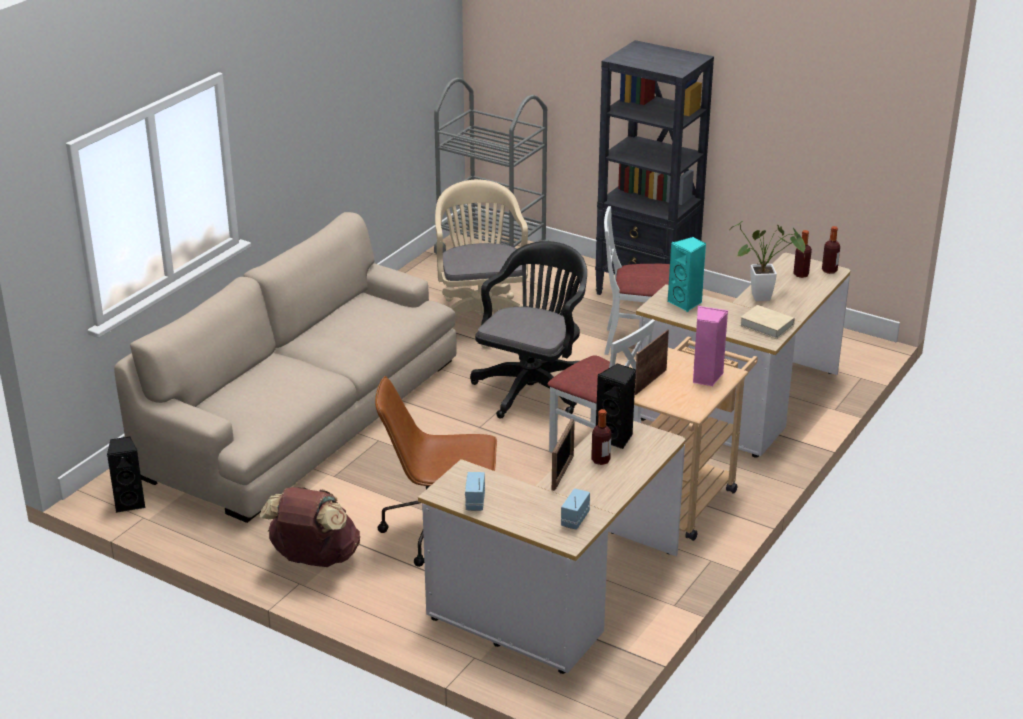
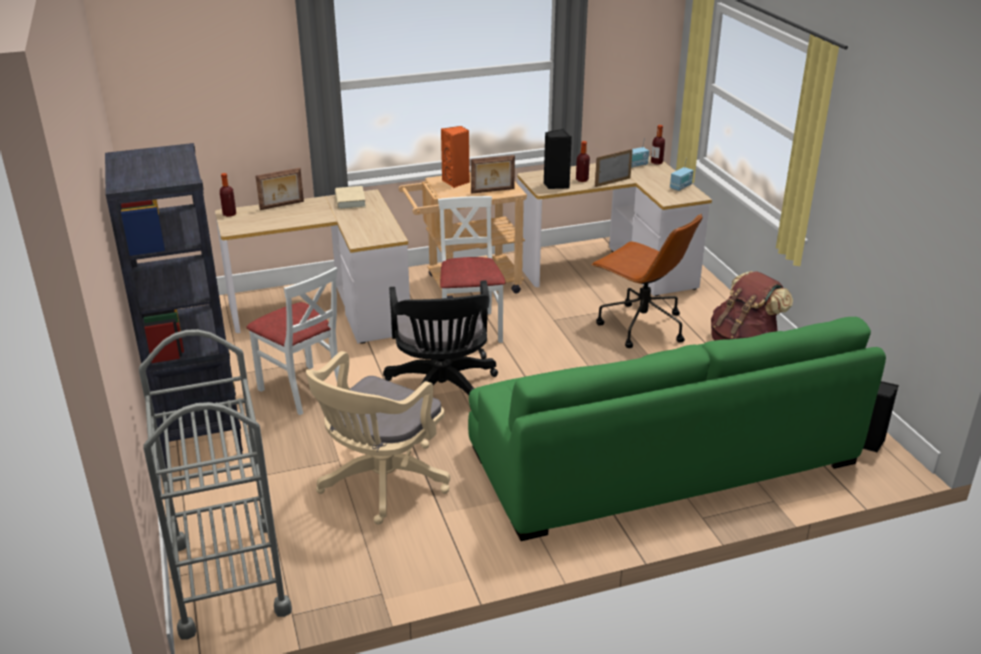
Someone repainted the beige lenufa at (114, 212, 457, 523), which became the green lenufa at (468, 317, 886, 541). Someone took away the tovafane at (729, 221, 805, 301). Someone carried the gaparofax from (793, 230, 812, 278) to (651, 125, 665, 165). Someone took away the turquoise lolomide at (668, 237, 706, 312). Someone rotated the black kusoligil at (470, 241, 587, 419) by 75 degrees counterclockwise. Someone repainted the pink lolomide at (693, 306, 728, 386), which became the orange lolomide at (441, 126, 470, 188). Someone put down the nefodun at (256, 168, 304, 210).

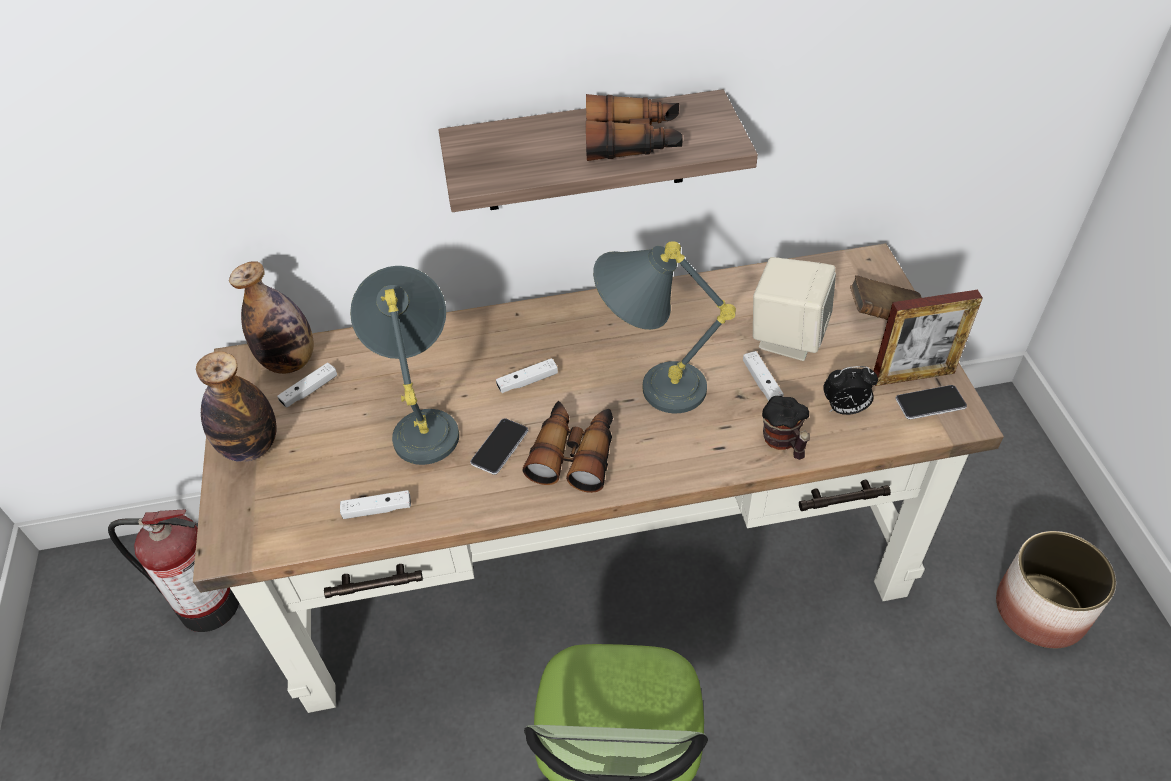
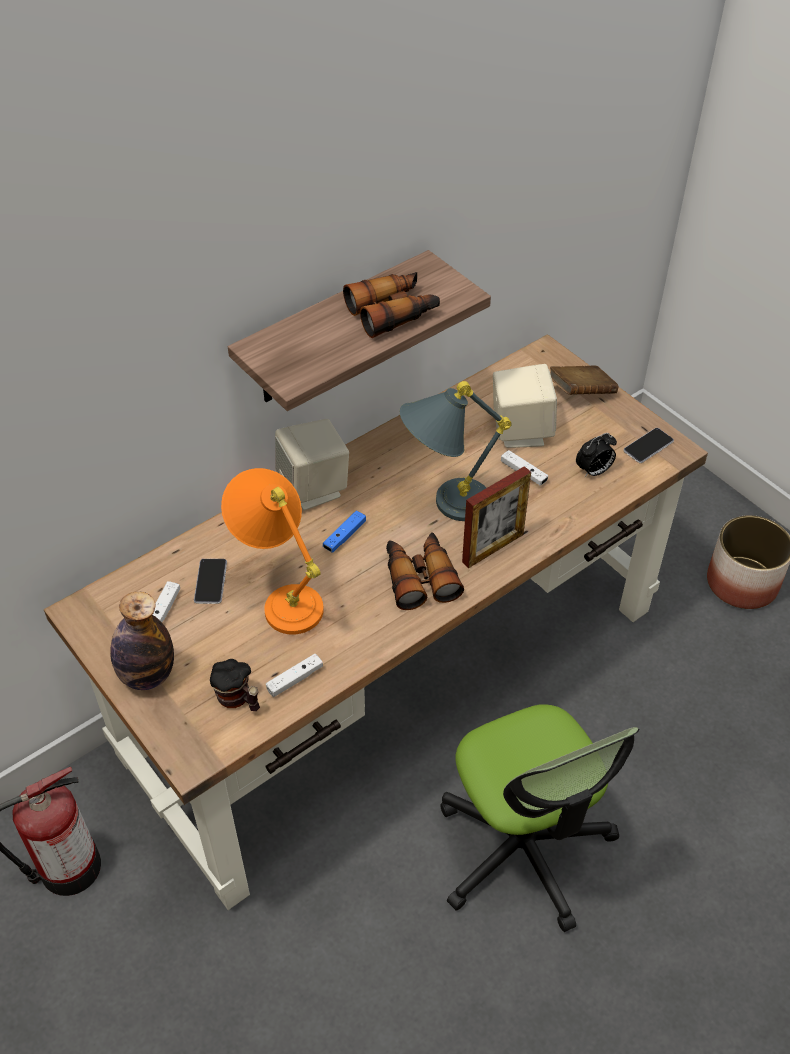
Someone took away the gaparofax at (229, 261, 314, 374). Someone repainted the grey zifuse at (350, 266, 459, 465), which became the orange zifuse at (221, 468, 324, 635). Someone carried the nefodun from (874, 290, 983, 386) to (462, 466, 531, 568). Someone repainted the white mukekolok at (496, 358, 558, 393), which became the blue mukekolok at (323, 511, 366, 552). Someone carried the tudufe from (762, 396, 810, 460) to (210, 659, 260, 711). Someone carried the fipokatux from (470, 418, 528, 475) to (194, 559, 227, 604). Someone put down the beige lolomide at (275, 419, 349, 510).

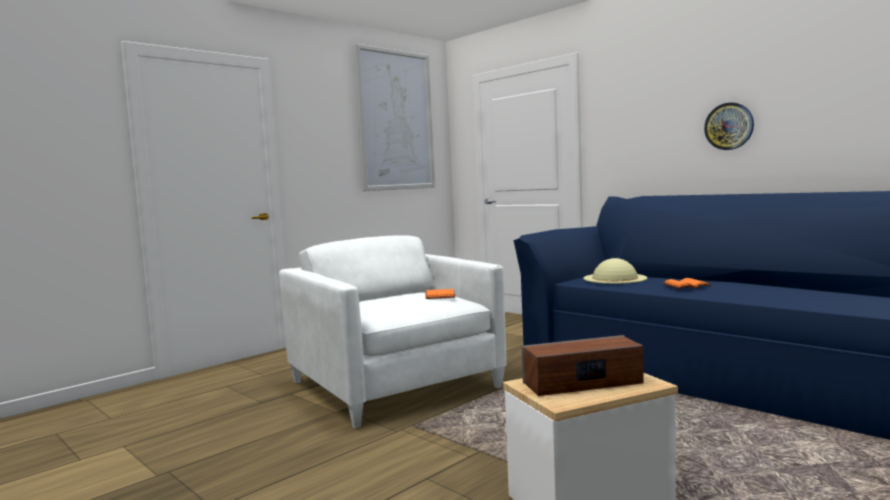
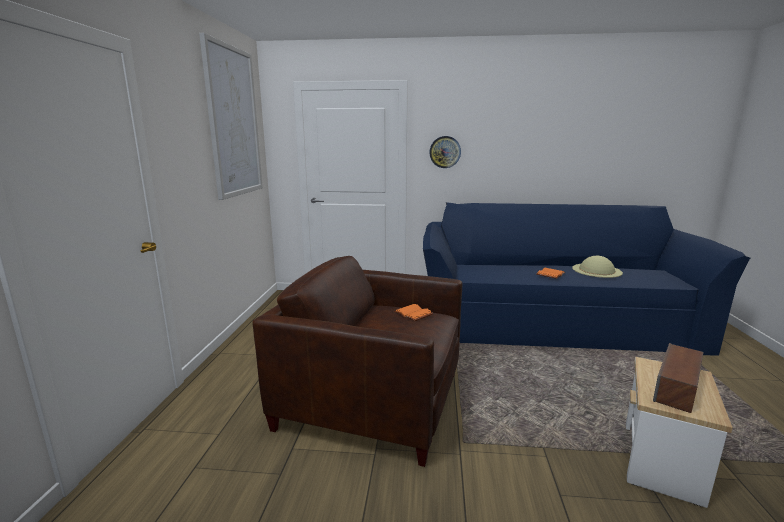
Someone carried the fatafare from (704, 102, 754, 150) to (429, 136, 461, 168). Someone repainted the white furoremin at (279, 235, 507, 428), which became the brown furoremin at (252, 256, 462, 467). Someone carried the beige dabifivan from (583, 258, 648, 284) to (572, 256, 623, 278).

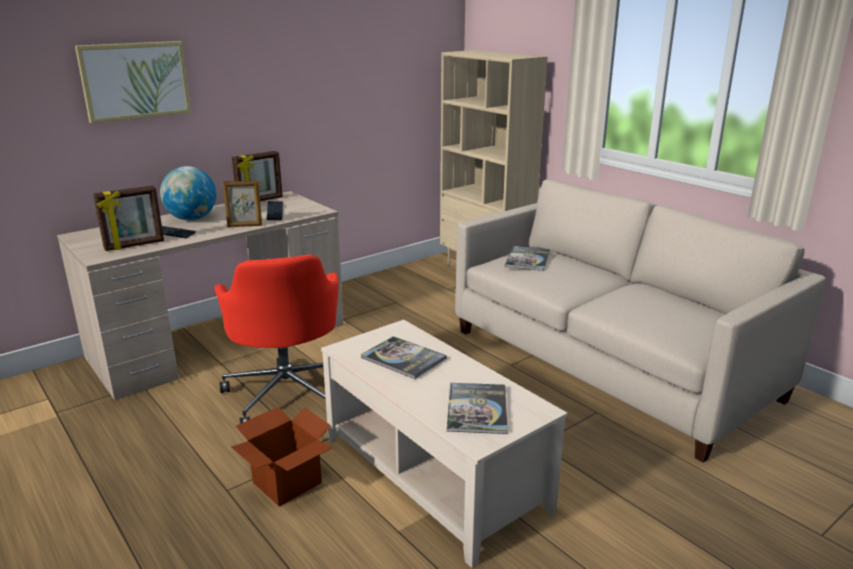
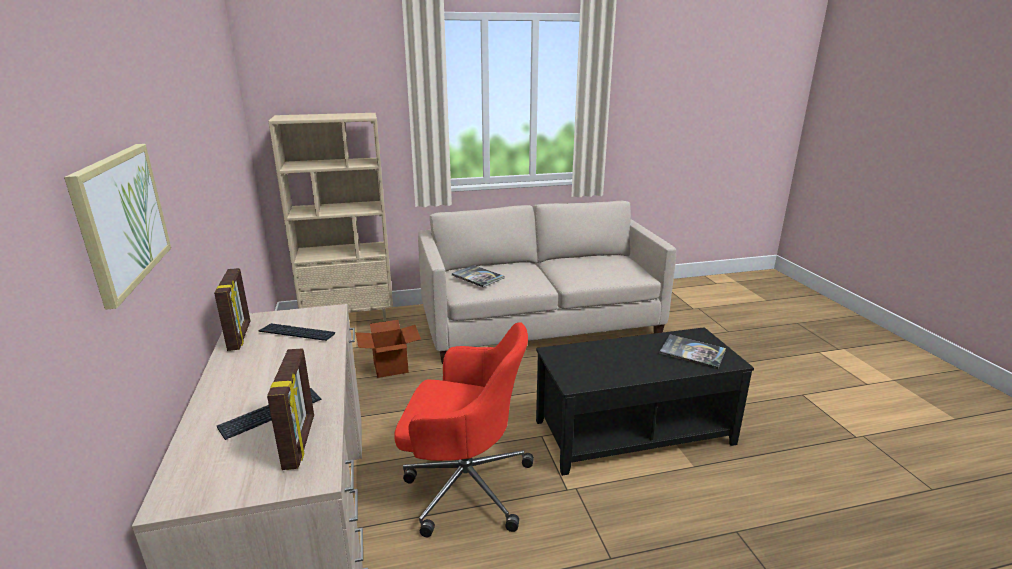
Someone took away the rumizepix at (160, 166, 217, 220). Someone took away the nefodun at (223, 180, 262, 227). Someone repainted the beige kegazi at (321, 320, 568, 568), which became the black kegazi at (536, 327, 754, 476). Someone took away the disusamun at (361, 336, 447, 379). Someone carried the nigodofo from (231, 407, 332, 507) to (356, 320, 421, 378).

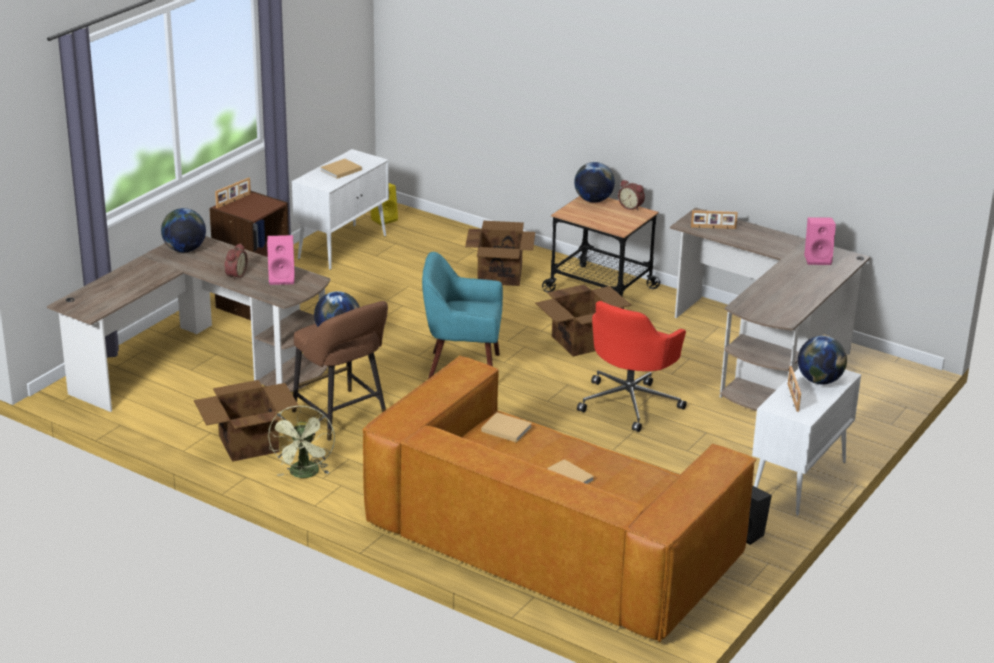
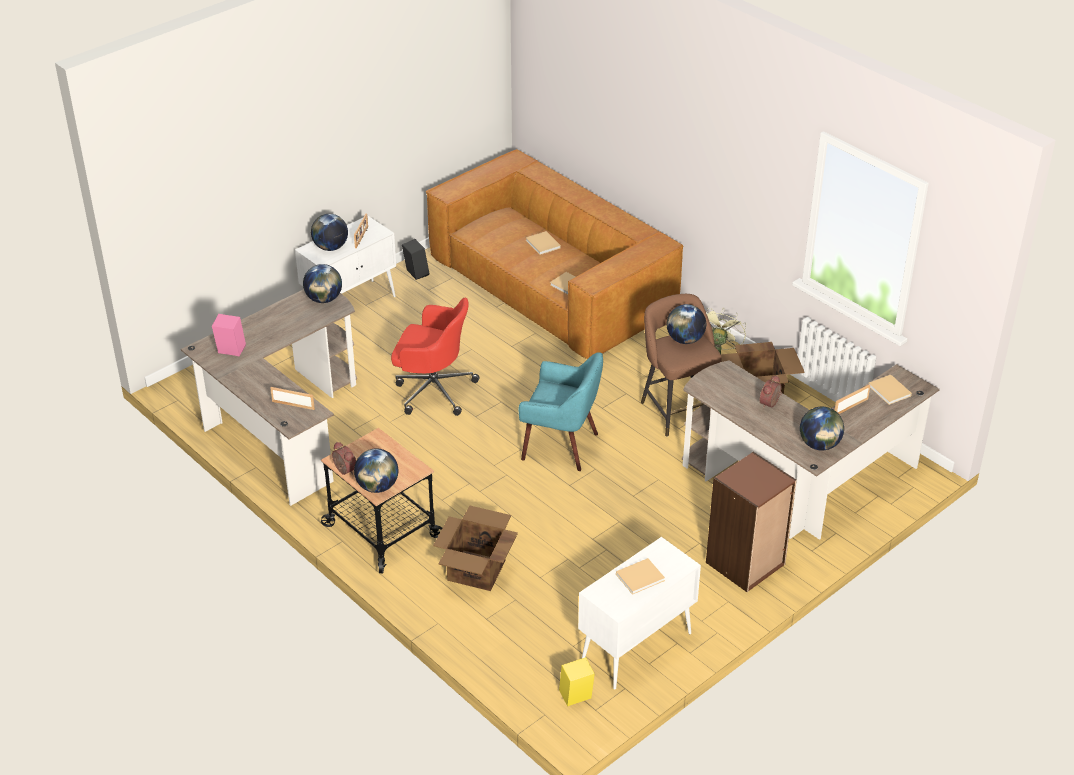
Someone carried the nefodun from (215, 178, 251, 208) to (835, 385, 870, 414). Someone took away the pink lolomide at (267, 235, 295, 285). Someone took away the nigodofo at (535, 284, 631, 357). Someone rotated the red kusoligil at (577, 301, 687, 432) by 60 degrees clockwise. Someone put down the rumizepix at (303, 264, 342, 303). Someone put down the beige disusamun at (869, 375, 912, 405).

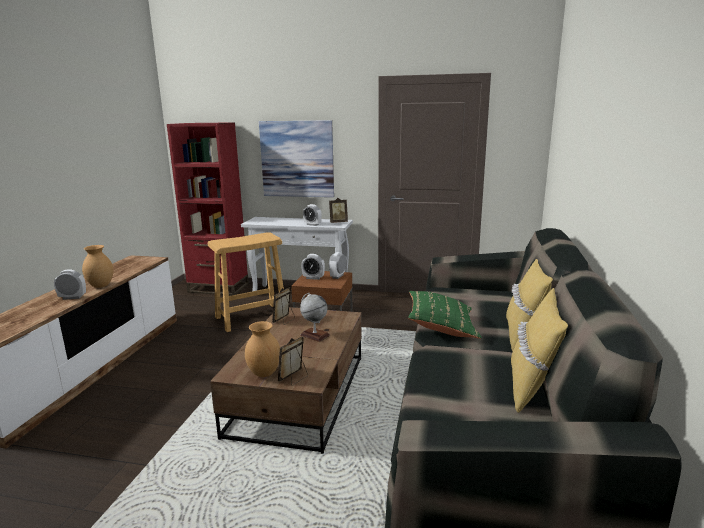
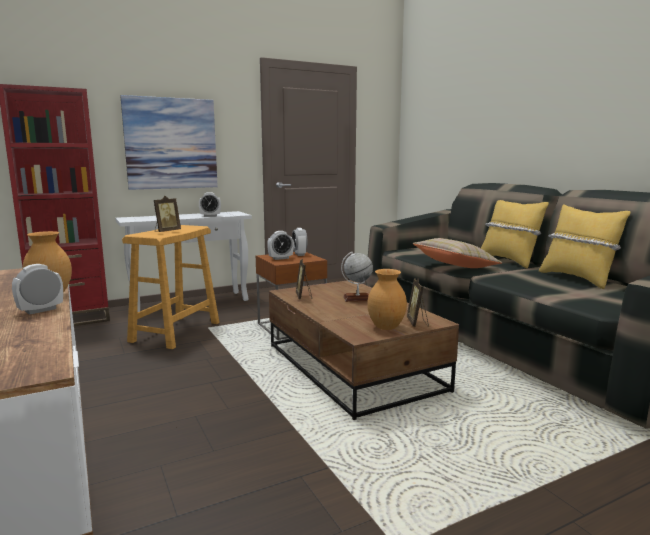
Someone carried the nefodun from (329, 198, 348, 223) to (154, 196, 181, 232). Someone repainted the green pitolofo at (408, 291, 481, 339), which became the beige pitolofo at (413, 238, 502, 268).

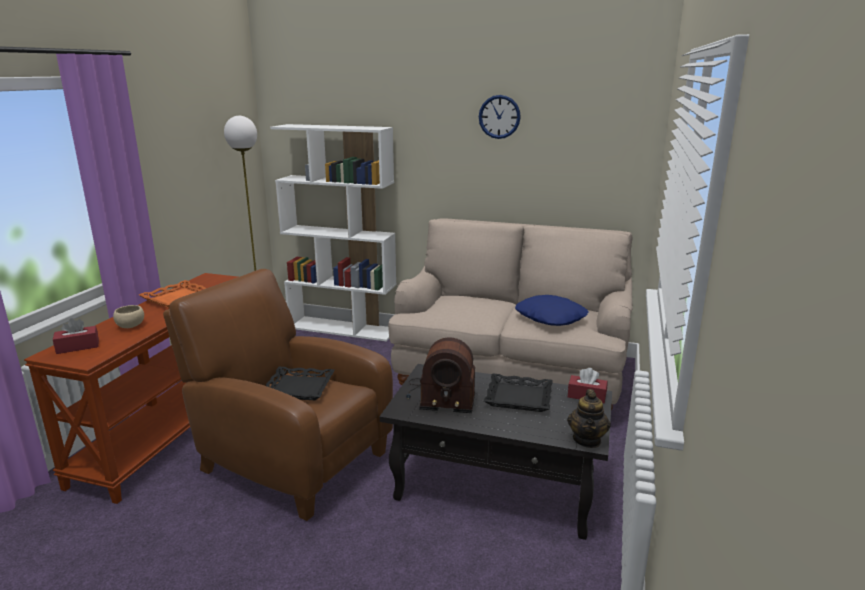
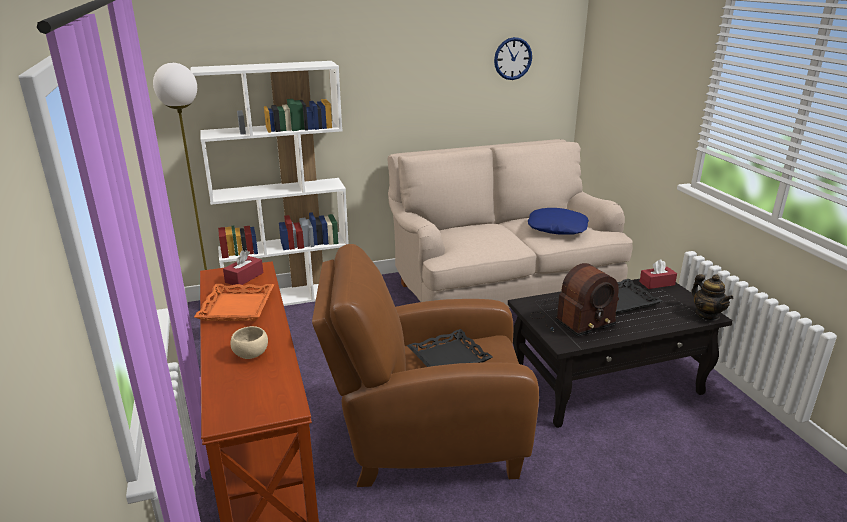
Someone carried the fatafare from (479, 95, 521, 139) to (494, 37, 532, 80). Someone carried the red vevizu from (53, 318, 99, 354) to (223, 250, 263, 285).

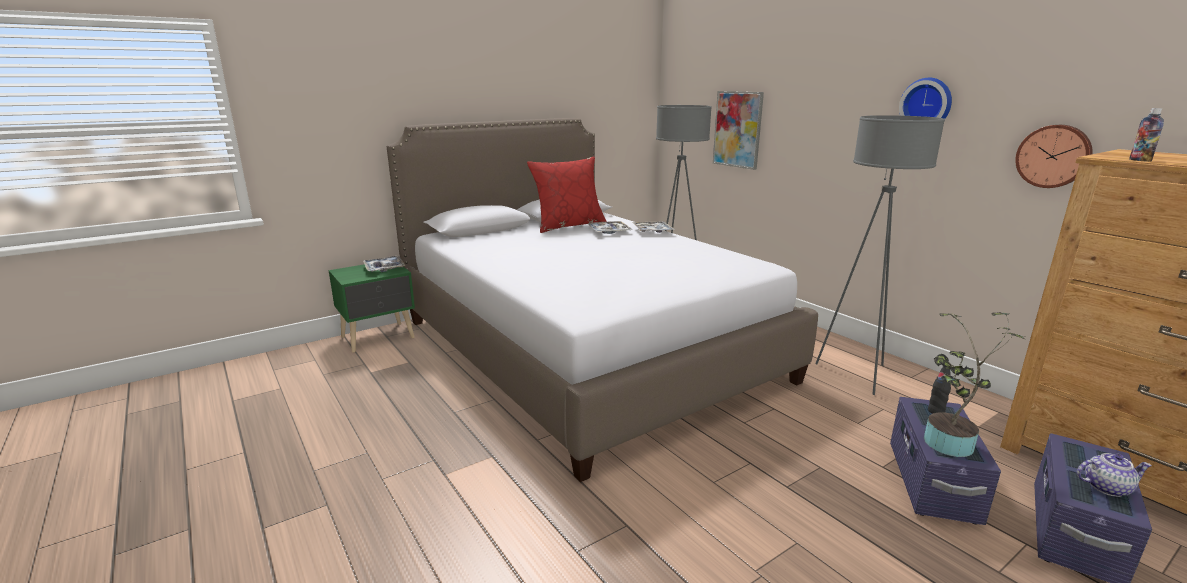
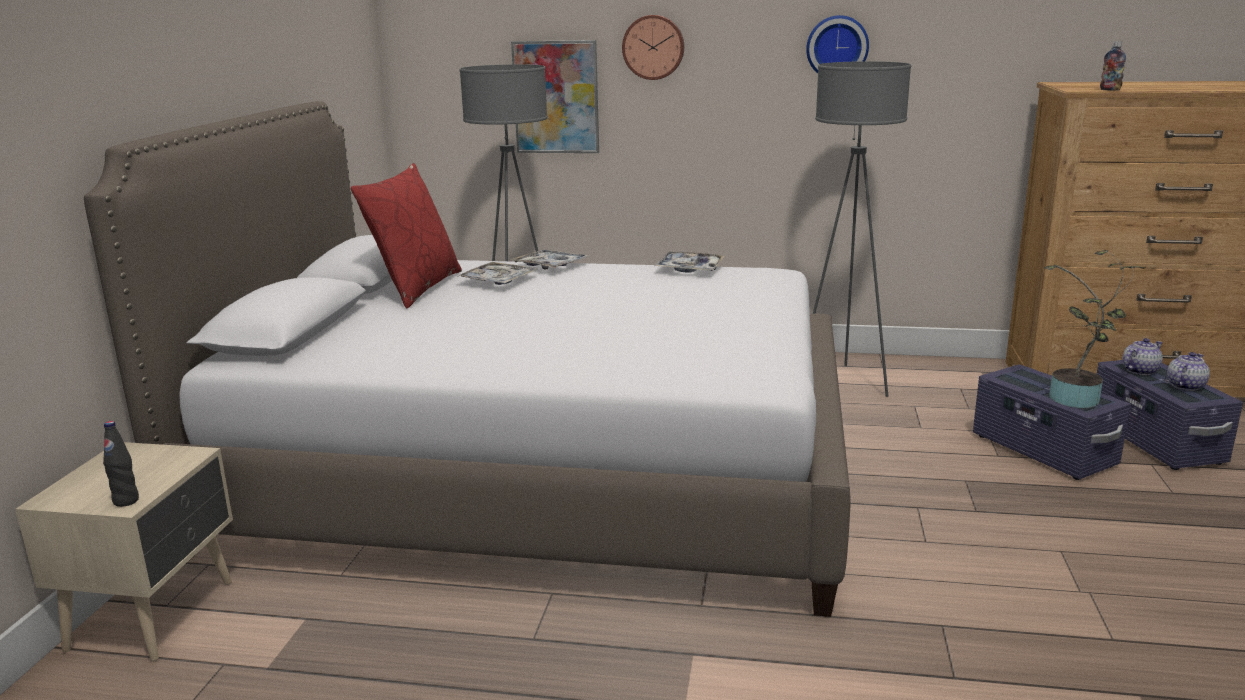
Someone carried the fatafare from (1015, 125, 1093, 188) to (622, 15, 684, 80). Someone carried the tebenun from (363, 256, 405, 272) to (655, 252, 725, 273). Someone repainted the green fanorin at (329, 264, 415, 353), which became the beige fanorin at (15, 442, 233, 661). Someone carried the black gaparofax from (928, 366, 951, 414) to (103, 421, 139, 507). Someone put down the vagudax at (1122, 338, 1163, 375).

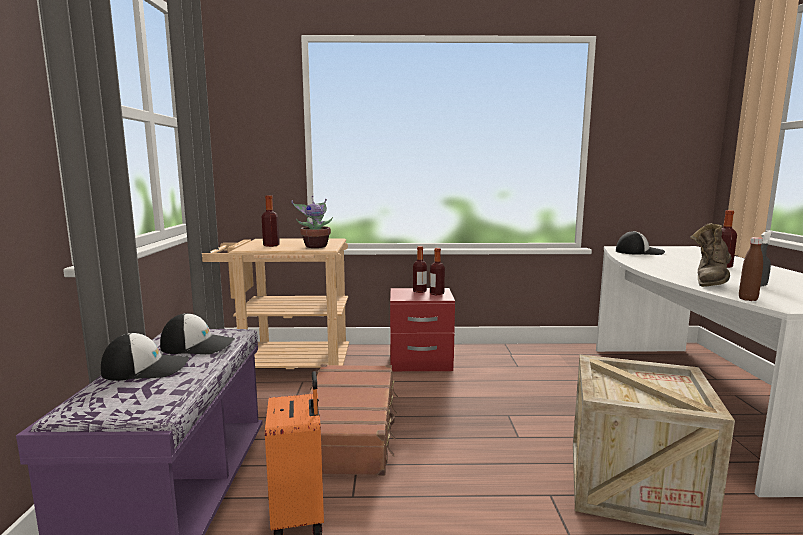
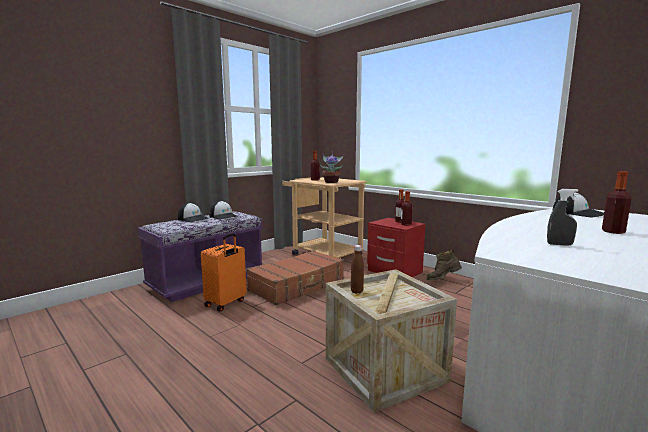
Someone carried the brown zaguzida from (690, 223, 731, 287) to (426, 250, 462, 280). Someone carried the brown gaparofax from (739, 237, 763, 301) to (351, 245, 364, 294).

